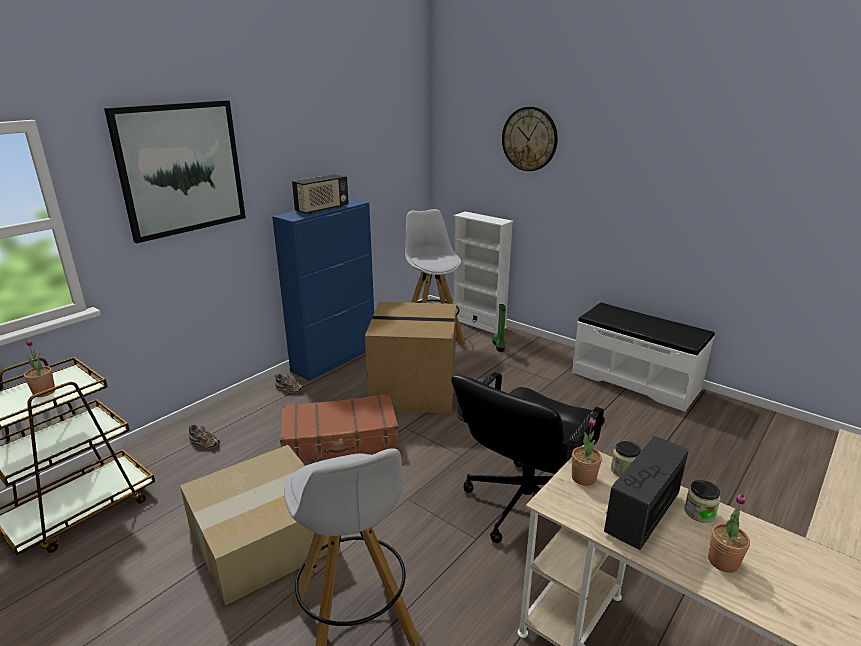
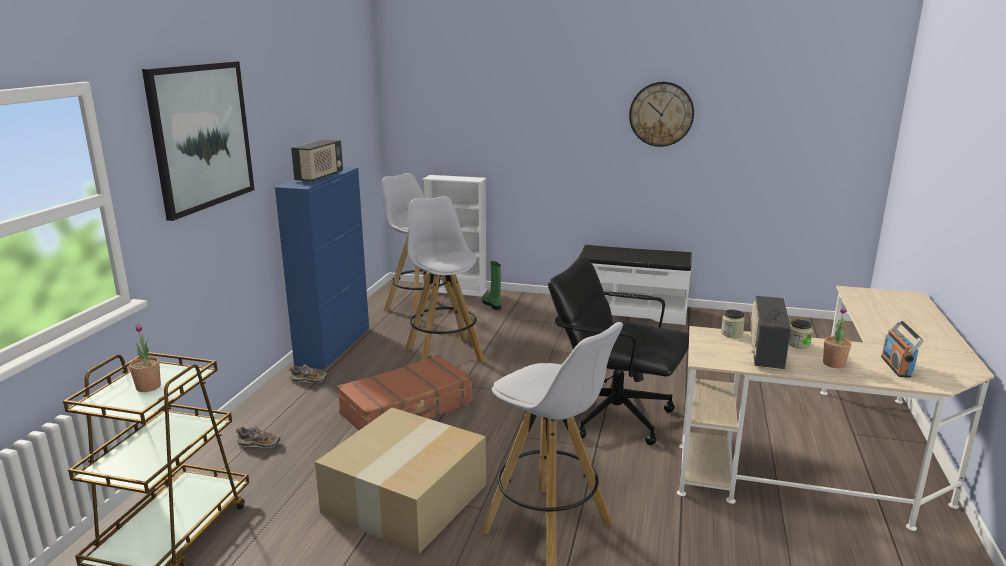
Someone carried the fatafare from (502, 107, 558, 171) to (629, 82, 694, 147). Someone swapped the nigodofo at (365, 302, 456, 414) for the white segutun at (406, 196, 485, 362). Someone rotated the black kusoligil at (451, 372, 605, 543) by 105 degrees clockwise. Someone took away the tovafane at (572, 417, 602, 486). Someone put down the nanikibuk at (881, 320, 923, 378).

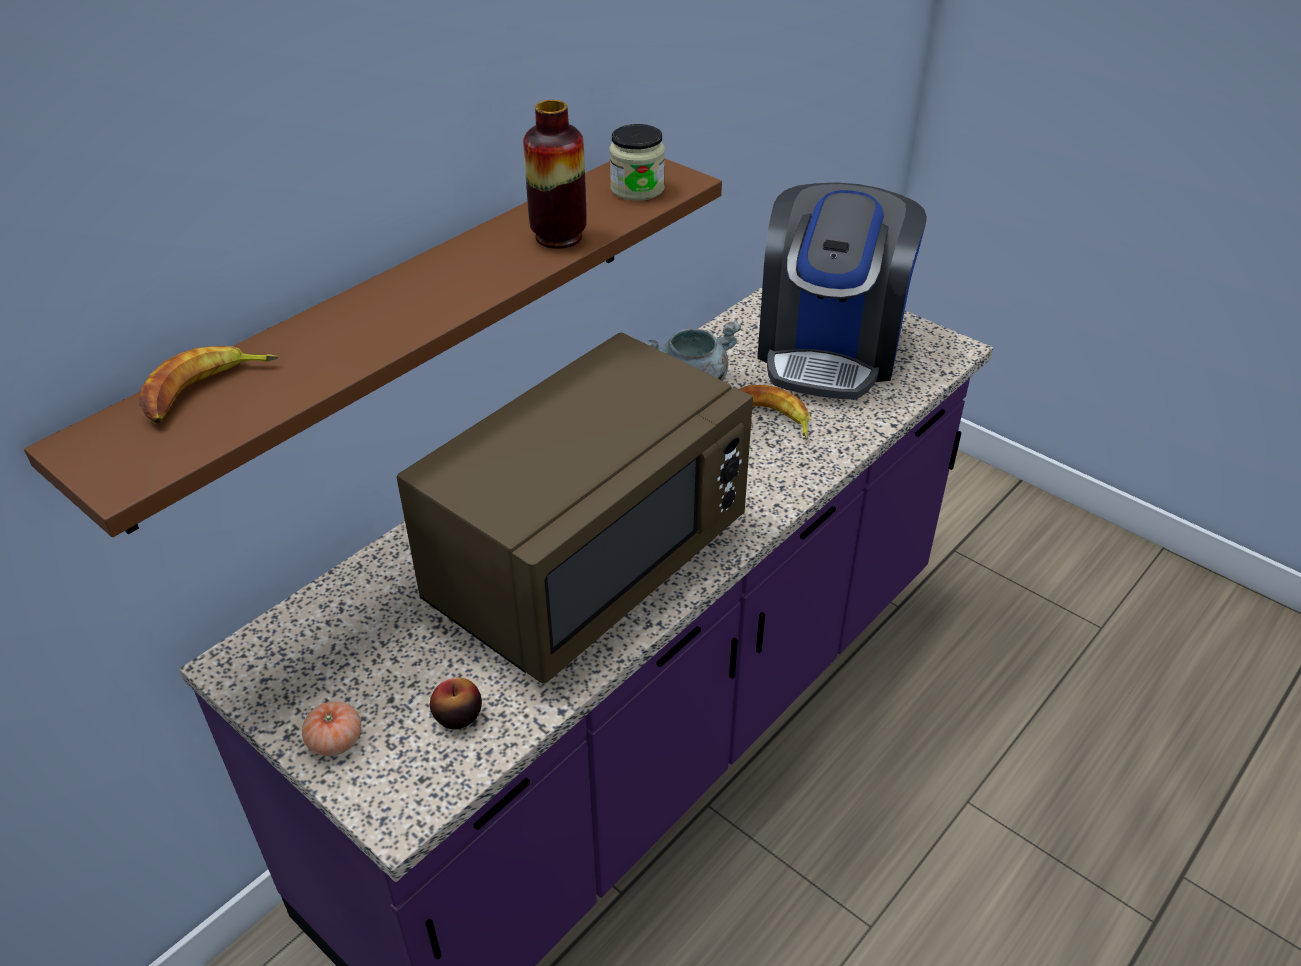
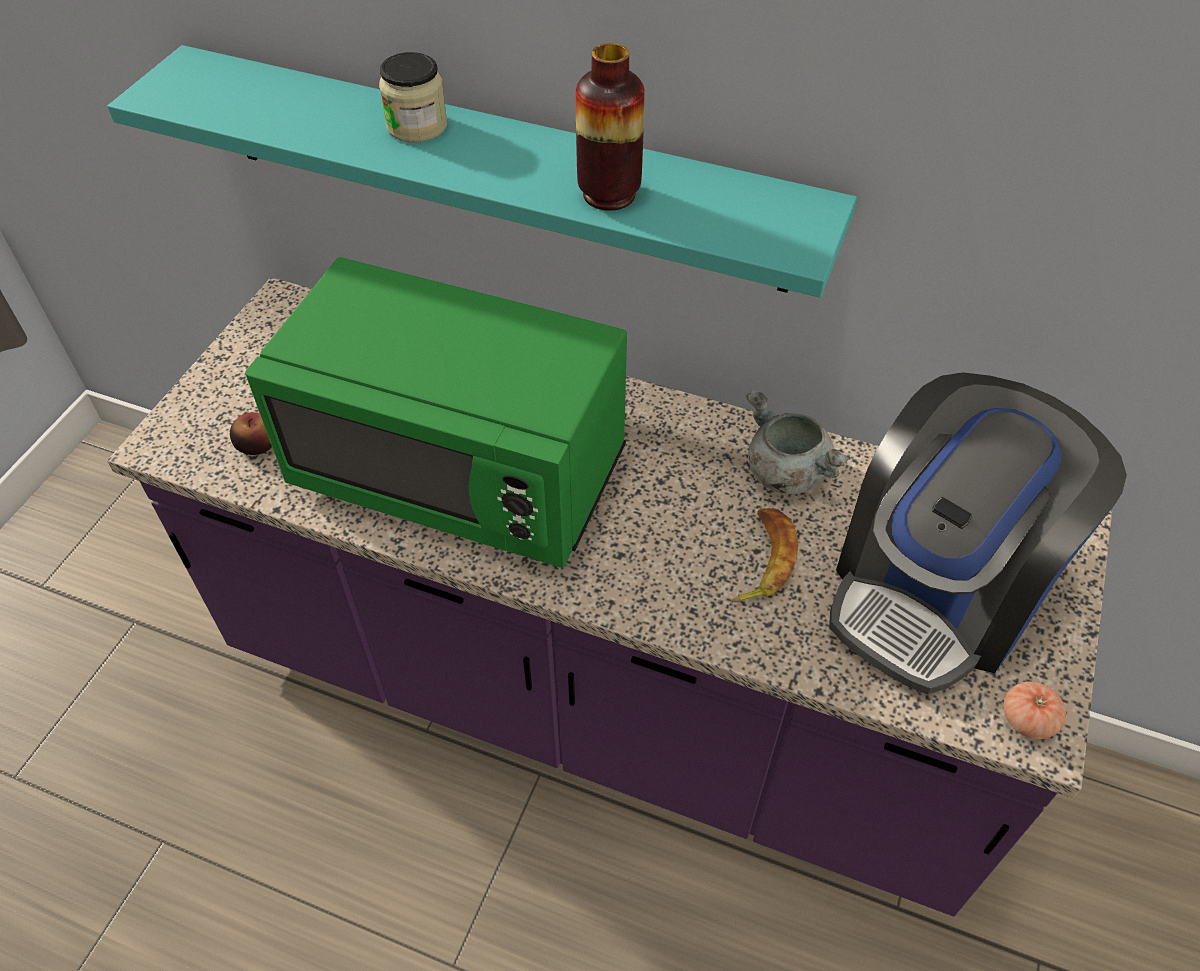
Someone carried the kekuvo from (610, 124, 665, 201) to (379, 52, 447, 142). Someone repainted the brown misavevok at (24, 158, 722, 537), which became the turquoise misavevok at (107, 45, 857, 298). Someone rotated the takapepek at (757, 182, 927, 400) by 45 degrees counterclockwise. Someone repainted the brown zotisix at (397, 333, 753, 683), which became the green zotisix at (245, 257, 627, 568). Someone took away the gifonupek at (139, 346, 278, 423). Someone carried the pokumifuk from (302, 701, 361, 756) to (1004, 681, 1066, 739).

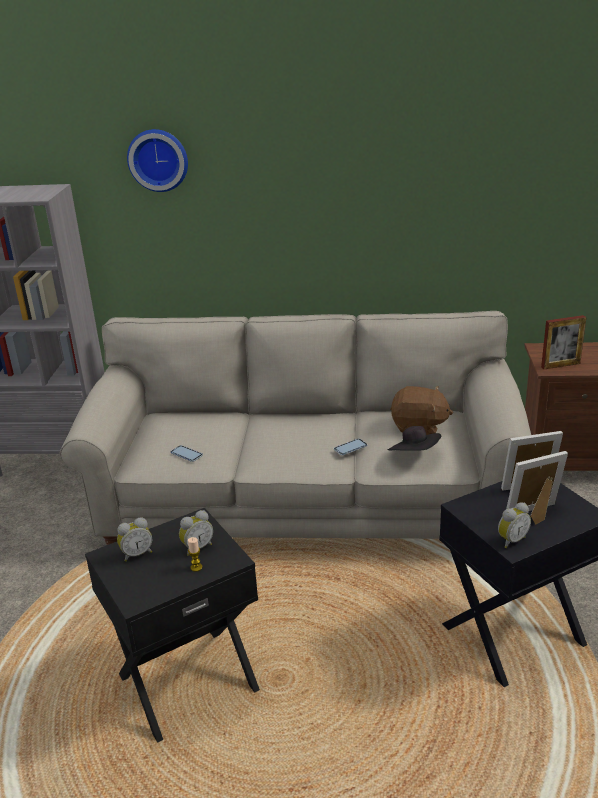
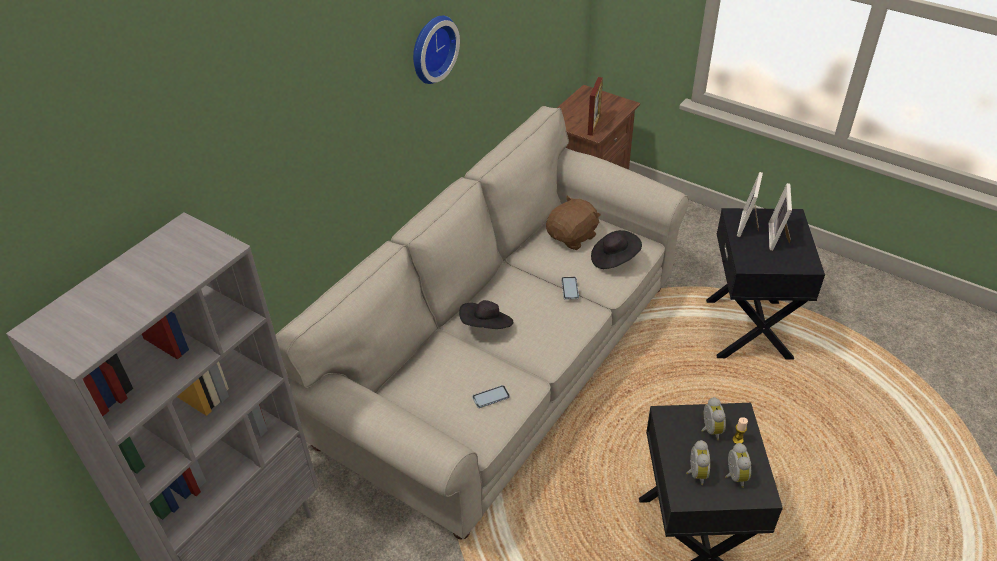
Someone carried the fatafare from (127, 129, 188, 192) to (413, 16, 460, 84). Someone carried the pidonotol from (498, 502, 531, 548) to (725, 443, 751, 488). Someone put down the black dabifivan at (459, 300, 513, 329).

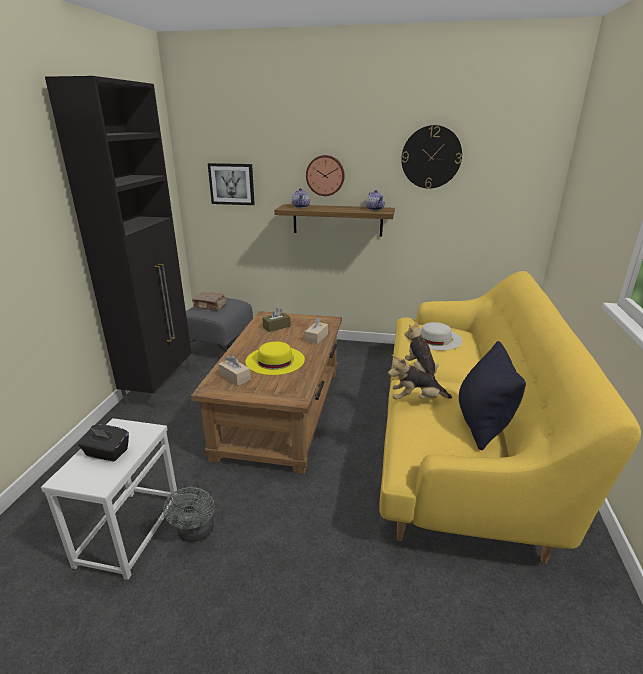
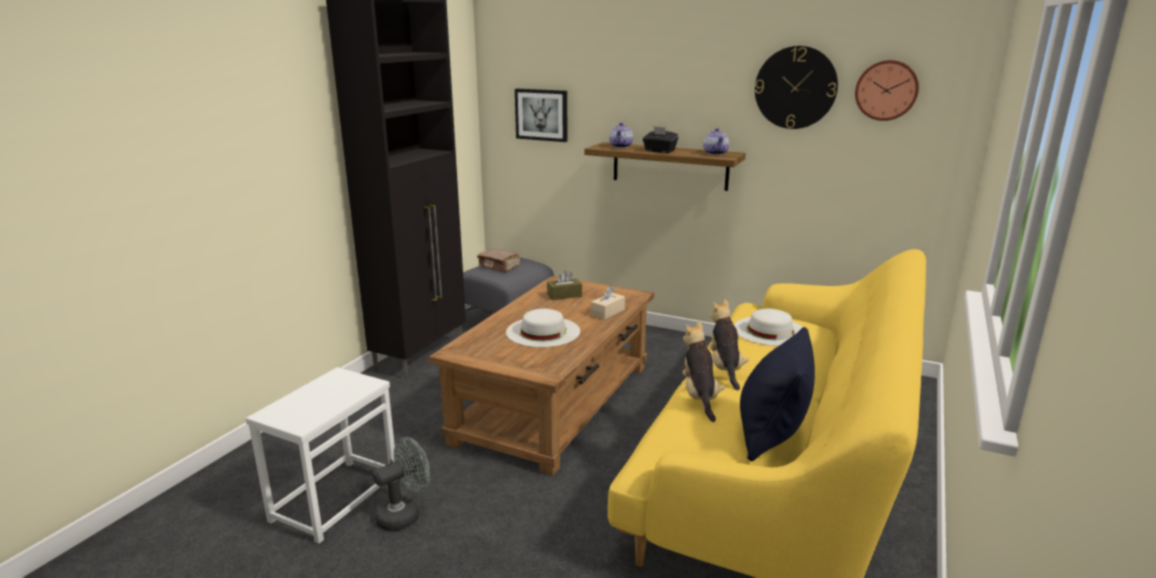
Someone carried the fatafare from (306, 155, 345, 196) to (855, 60, 919, 121). Someone repainted the yellow dabifivan at (245, 342, 305, 375), which became the white dabifivan at (506, 309, 580, 347). Someone took away the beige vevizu at (219, 355, 251, 386). Someone rotated the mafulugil at (388, 355, 452, 399) by 75 degrees clockwise. Someone carried the black vevizu from (78, 424, 129, 461) to (643, 126, 679, 153). Someone rotated the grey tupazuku at (163, 480, 215, 542) by 135 degrees counterclockwise.

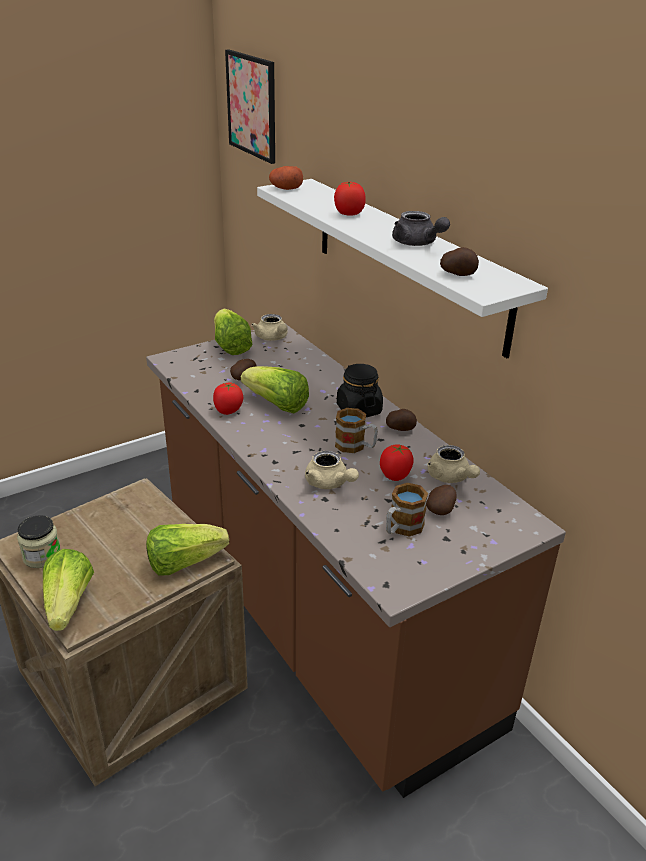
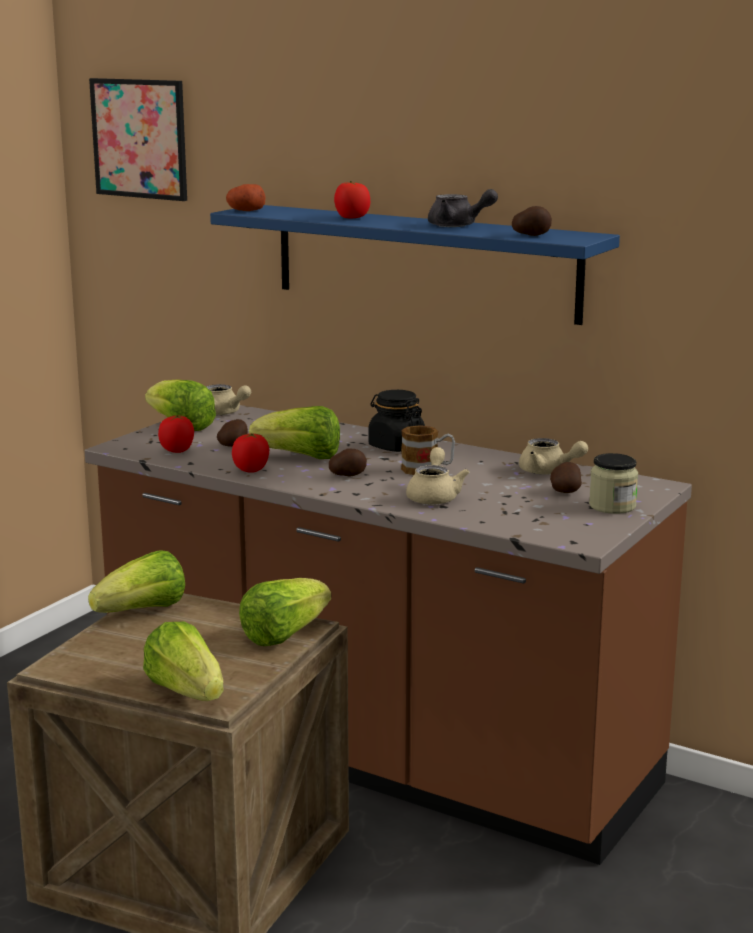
Someone repainted the white misavevok at (257, 179, 548, 358), which became the blue misavevok at (210, 205, 620, 325). Someone carried the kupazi from (386, 409, 417, 431) to (329, 448, 367, 476). Someone carried the pokumifuk from (380, 444, 414, 481) to (158, 415, 194, 453). Someone rotated the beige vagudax at (305, 451, 359, 489) by 105 degrees counterclockwise. Someone took away the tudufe at (386, 483, 428, 537). Someone carried the kekuvo from (17, 515, 61, 568) to (589, 453, 638, 514). Someone put down the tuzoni at (88, 550, 185, 613).

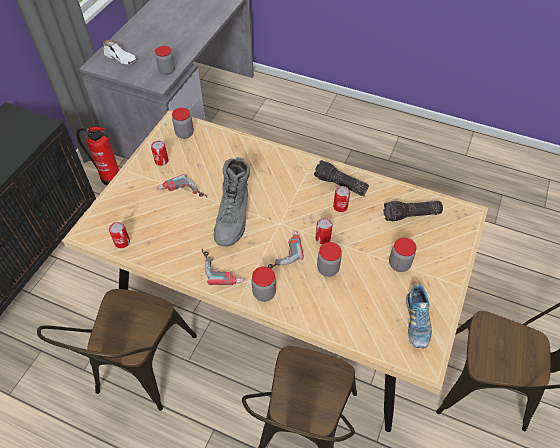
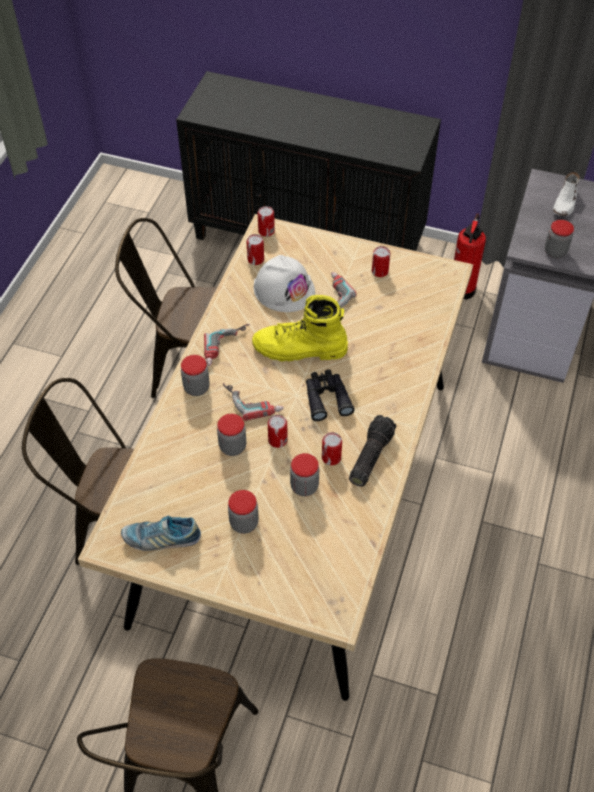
Someone carried the kekuvo from (172, 108, 194, 139) to (290, 453, 319, 496). Someone repainted the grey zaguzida at (214, 157, 250, 247), which became the yellow zaguzida at (252, 295, 348, 361). Someone took away the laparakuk at (383, 200, 443, 221). Someone put down the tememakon at (258, 206, 275, 237). Someone put down the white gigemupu at (254, 255, 315, 312). Someone put down the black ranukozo at (306, 370, 355, 421).

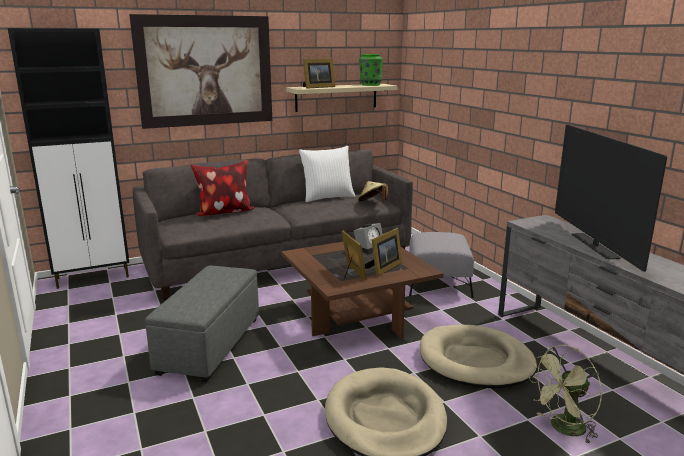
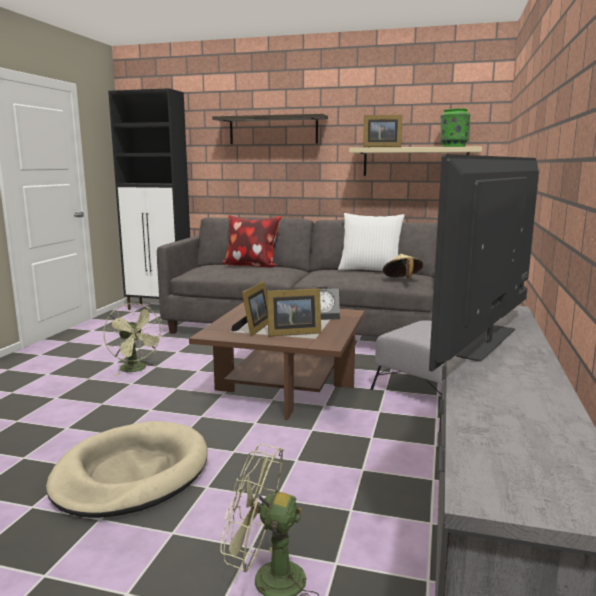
Someone swapped the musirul at (129, 14, 272, 129) for the misavevok at (212, 114, 328, 144). Someone swapped the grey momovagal at (145, 265, 259, 382) for the green tupazuku at (103, 303, 163, 376). Someone took away the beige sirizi at (420, 324, 537, 388).

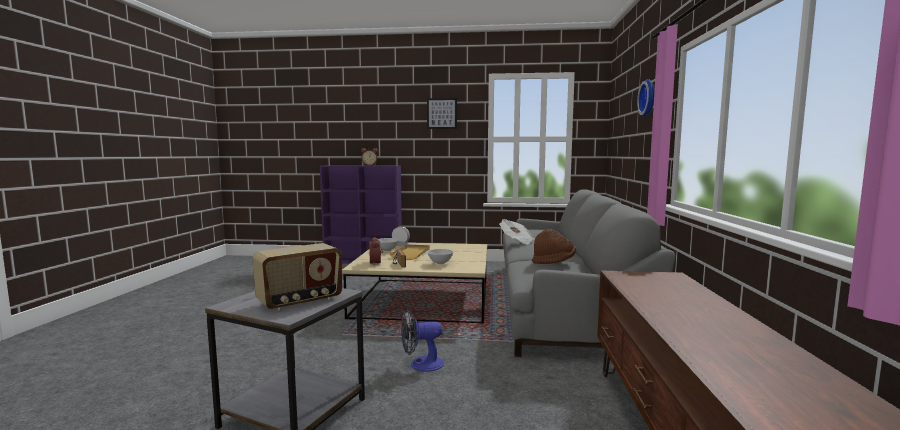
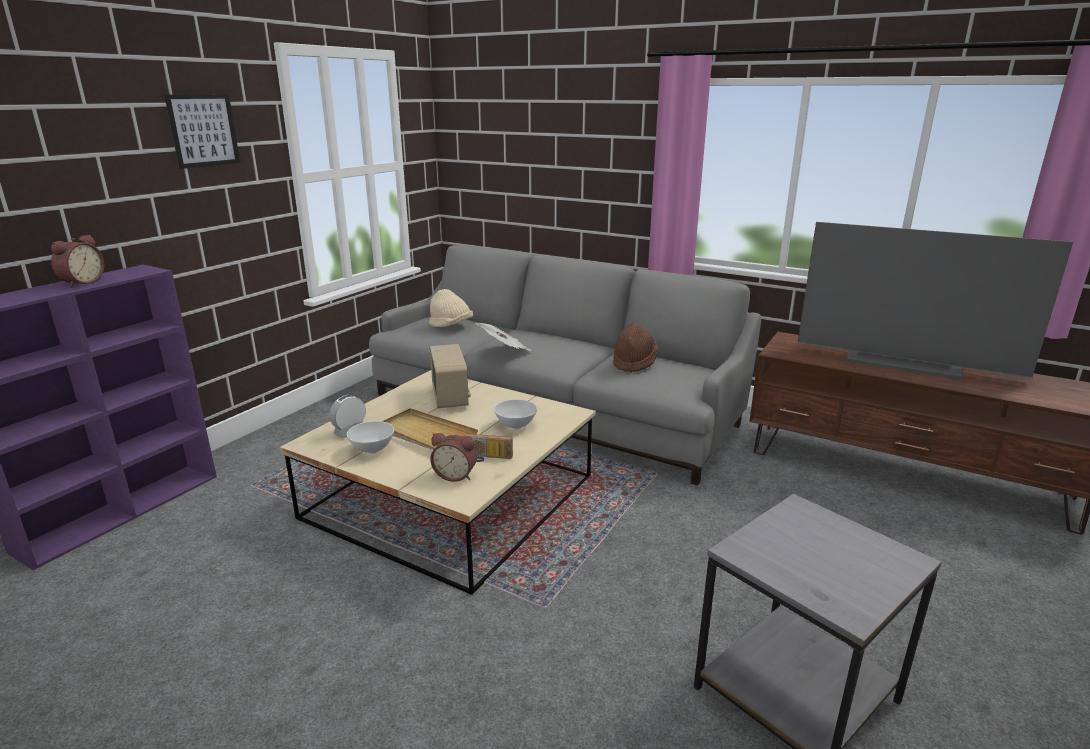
Someone took away the fatafare at (637, 79, 655, 117). Someone carried the nanikibuk from (252, 243, 342, 310) to (430, 344, 471, 408). Someone took away the tupazuku at (401, 310, 444, 372). Someone put down the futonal at (797, 222, 1073, 380). Someone put down the beige dabifivan at (429, 289, 473, 327).

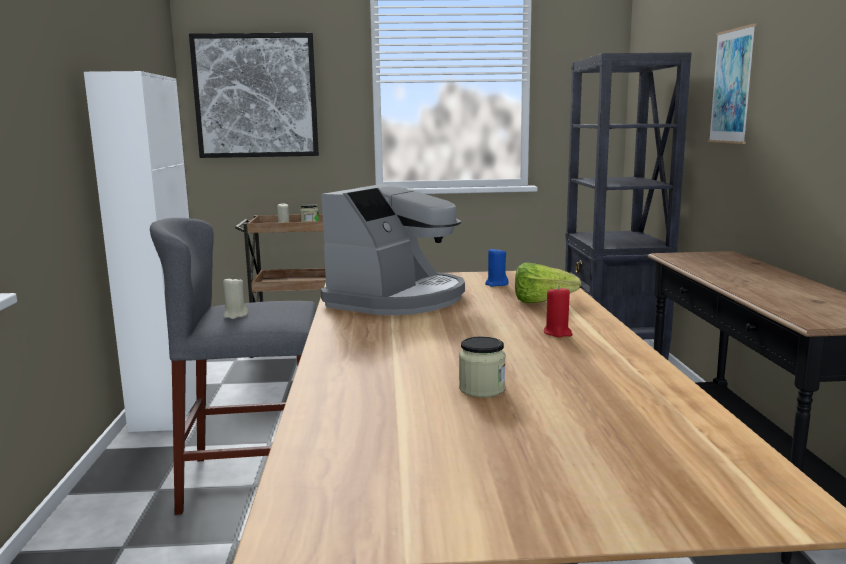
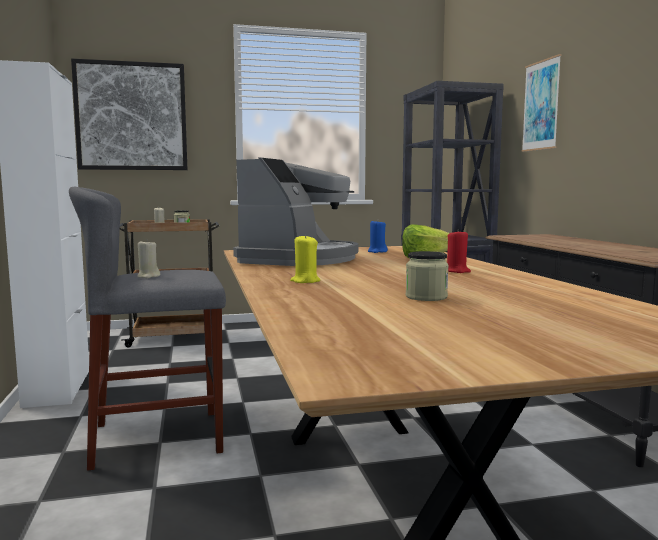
Someone put down the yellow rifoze at (290, 234, 320, 283).

